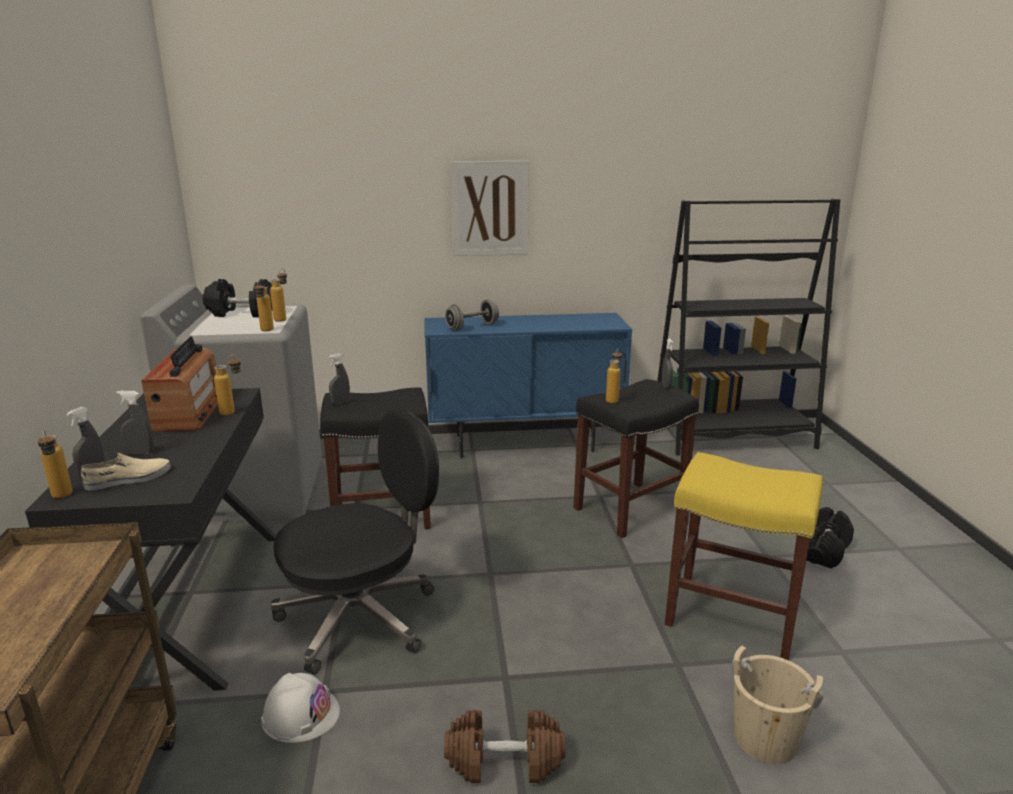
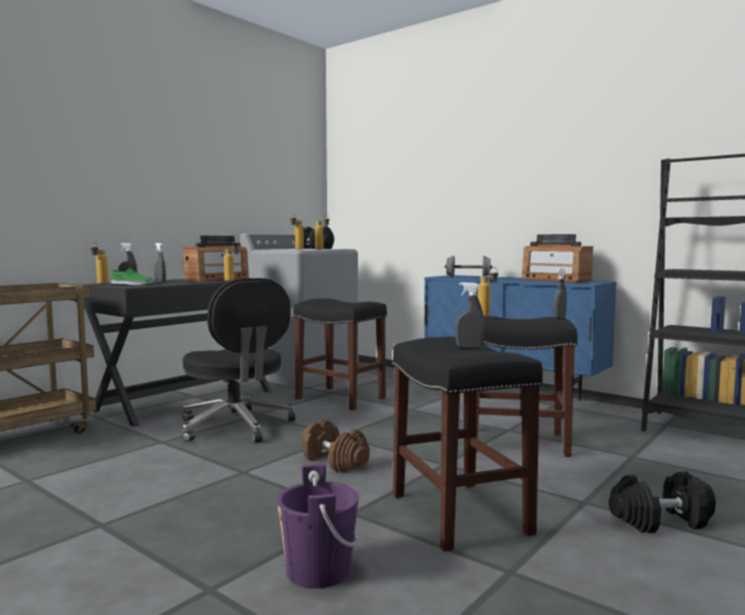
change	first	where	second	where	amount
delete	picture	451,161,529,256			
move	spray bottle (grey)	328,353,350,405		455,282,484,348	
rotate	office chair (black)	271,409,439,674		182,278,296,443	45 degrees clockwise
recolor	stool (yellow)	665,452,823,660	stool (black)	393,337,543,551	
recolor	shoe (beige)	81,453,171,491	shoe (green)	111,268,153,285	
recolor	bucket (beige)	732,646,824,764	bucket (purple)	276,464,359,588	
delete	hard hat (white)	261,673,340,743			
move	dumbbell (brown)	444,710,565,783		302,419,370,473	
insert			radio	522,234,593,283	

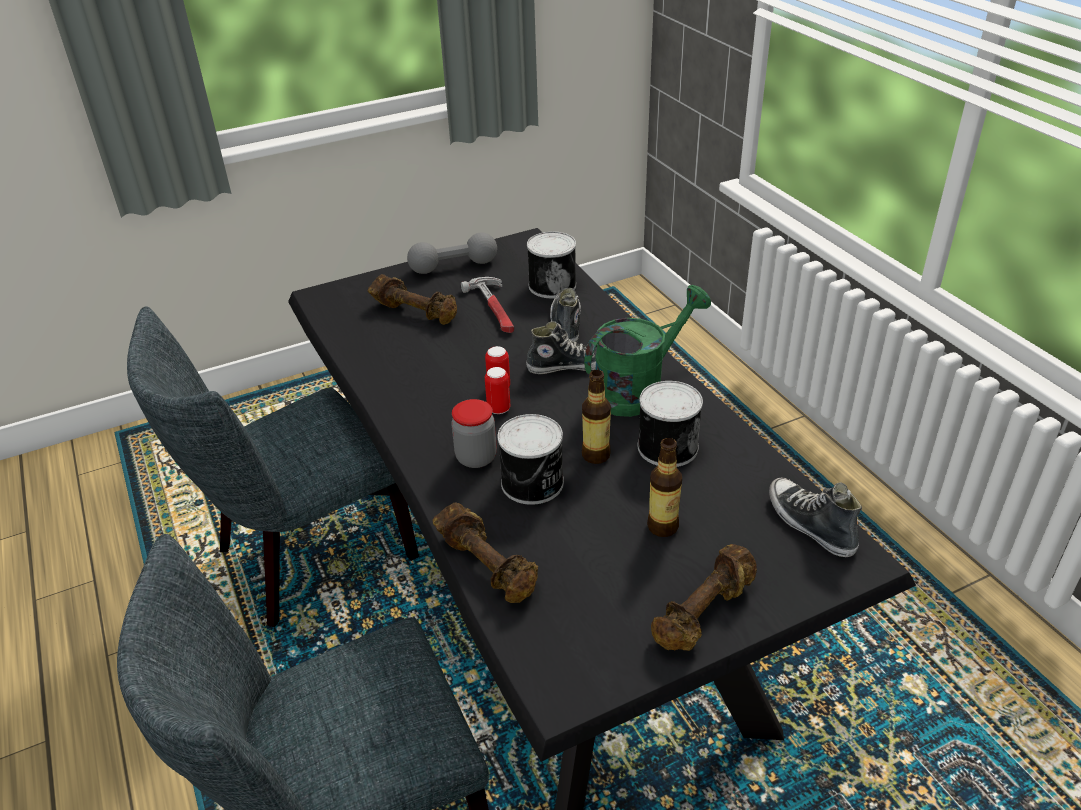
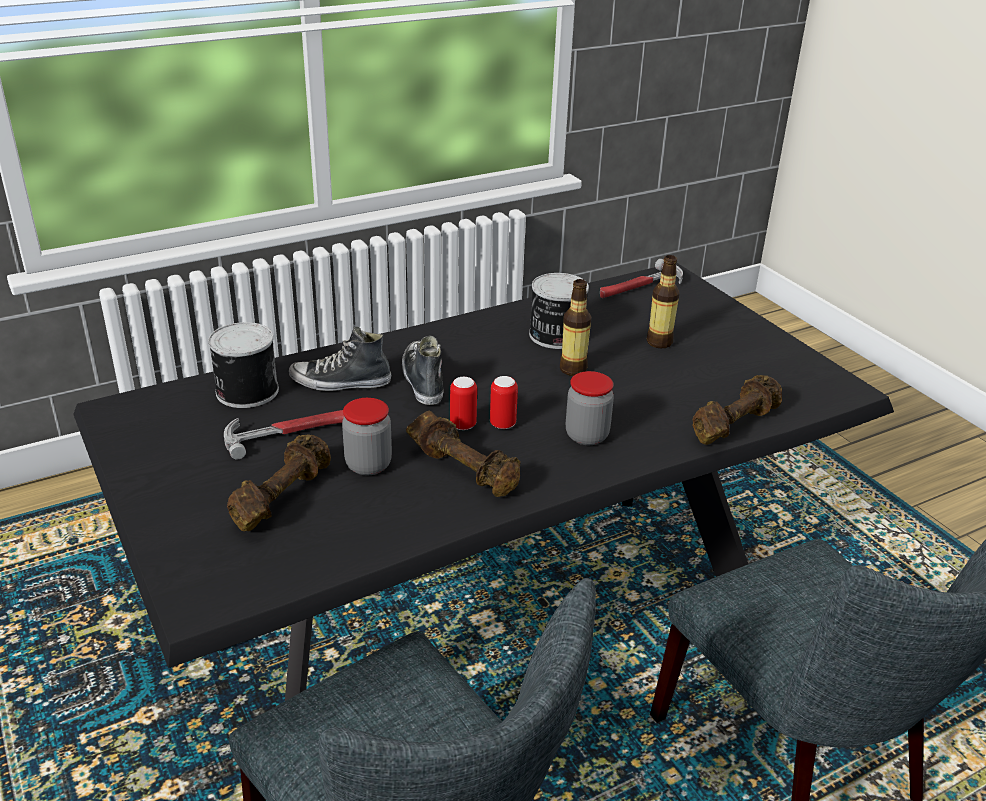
change	first	where	second	where	amount
delete	dumbbell (grey)	407,232,497,274			
delete	watering can (green)	584,285,711,417			
delete	can	498,414,564,505			
replace	shoe	769,478,862,557	hammer	600,259,683,298	
move	dumbbell (brown)	651,544,757,651		406,411,521,497	
insert			jar	342,398,392,475	

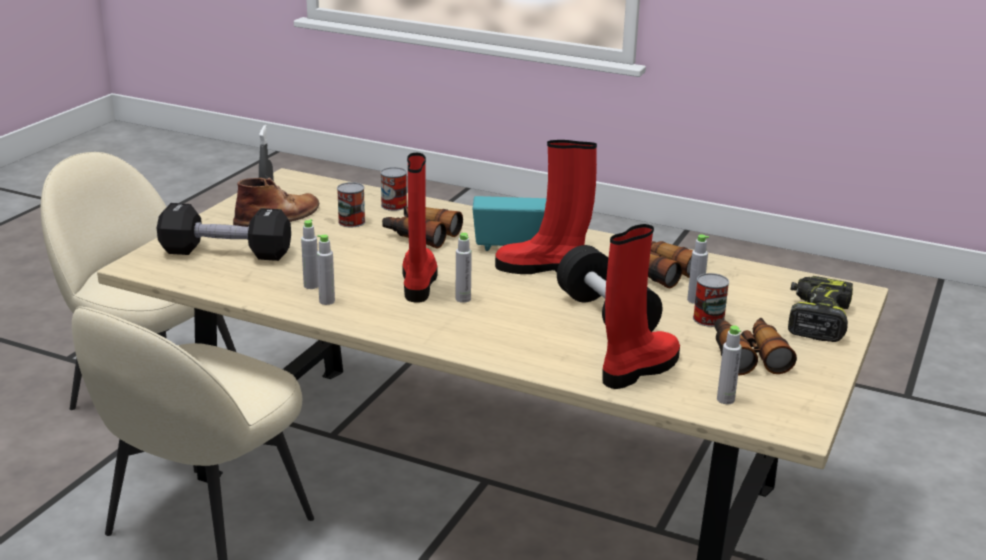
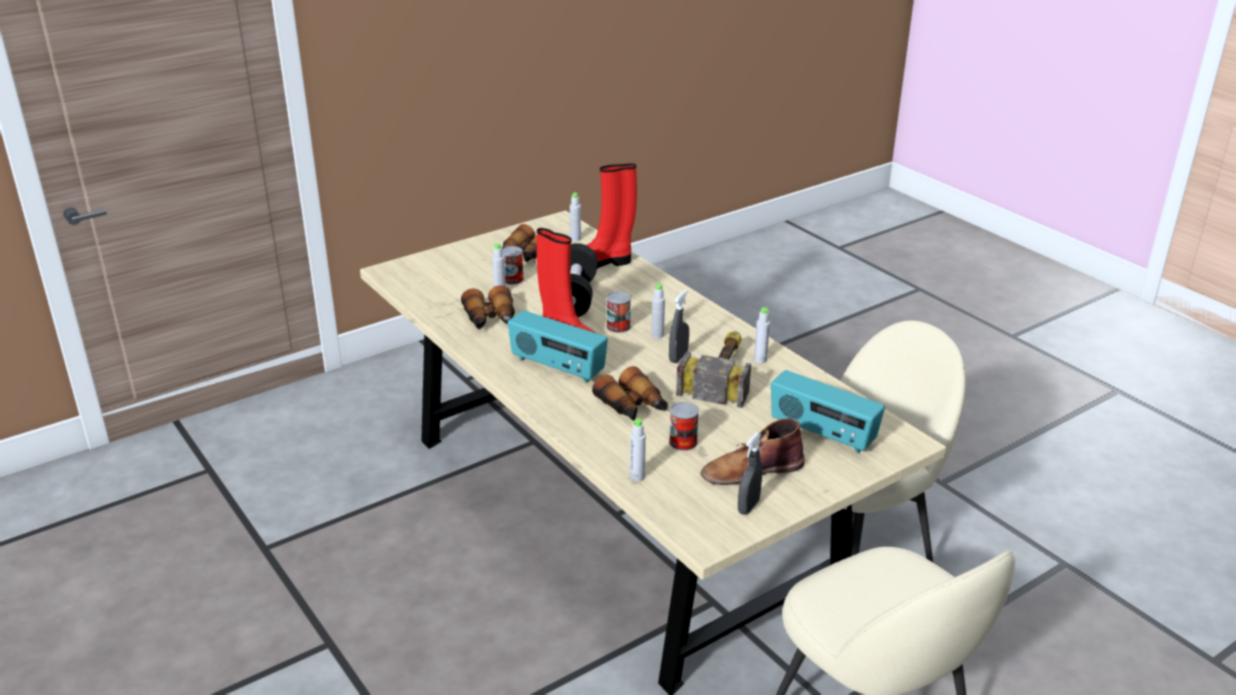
change	first	where	second	where	amount
replace	boot (red)	402,153,437,302	spray bottle (grey)	669,290,689,363	
move	can	380,167,407,211		606,291,631,333	
replace	dumbbell (black)	157,203,291,261	radio	771,370,885,454	
move	bottle (grey)	301,219,318,289		630,419,646,481	
delete	power drill	788,276,853,342			
insert			hammer	676,331,751,408	

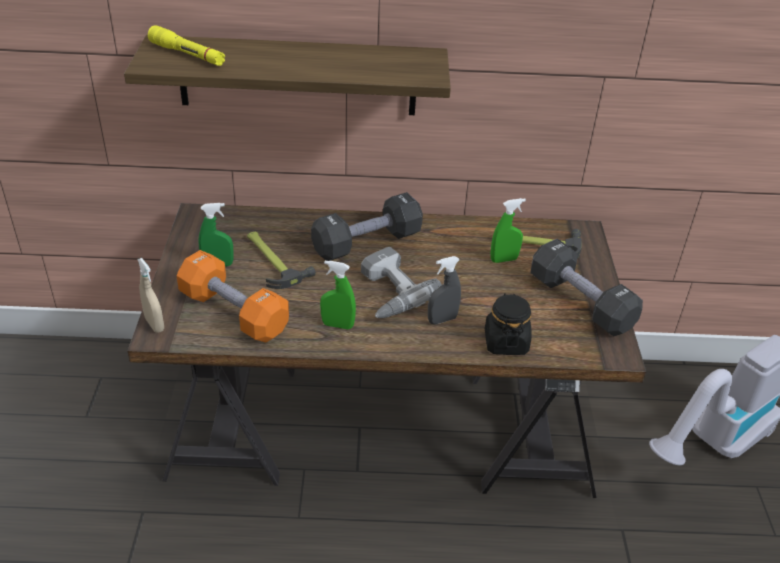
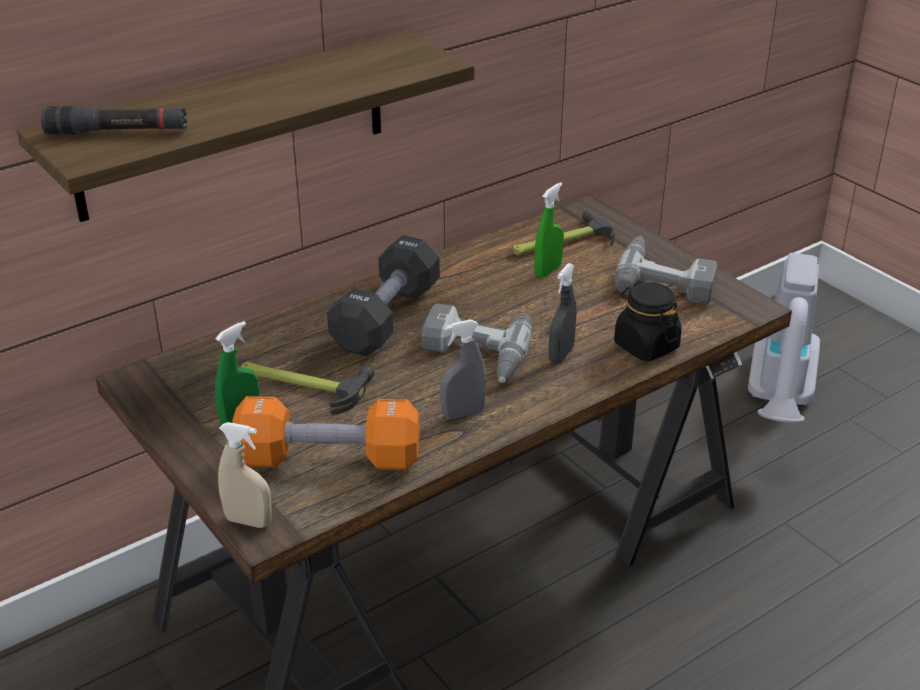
change	first	where	second	where	amount
recolor	flashlight (yellow)	148,25,225,66	flashlight (black)	41,106,187,134	
replace	dumbbell (black)	530,239,643,336	power drill	614,236,718,304	
recolor	spray bottle (green)	320,260,356,329	spray bottle (grey)	440,319,486,419	

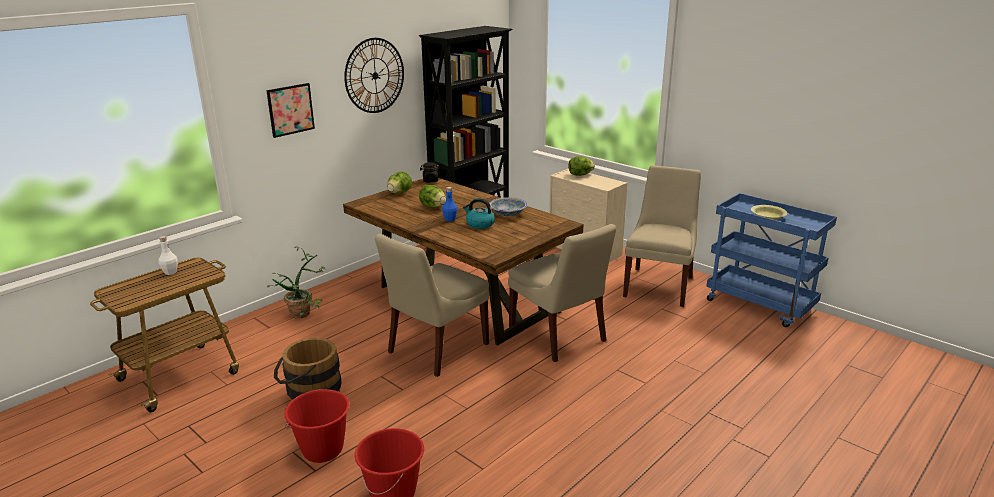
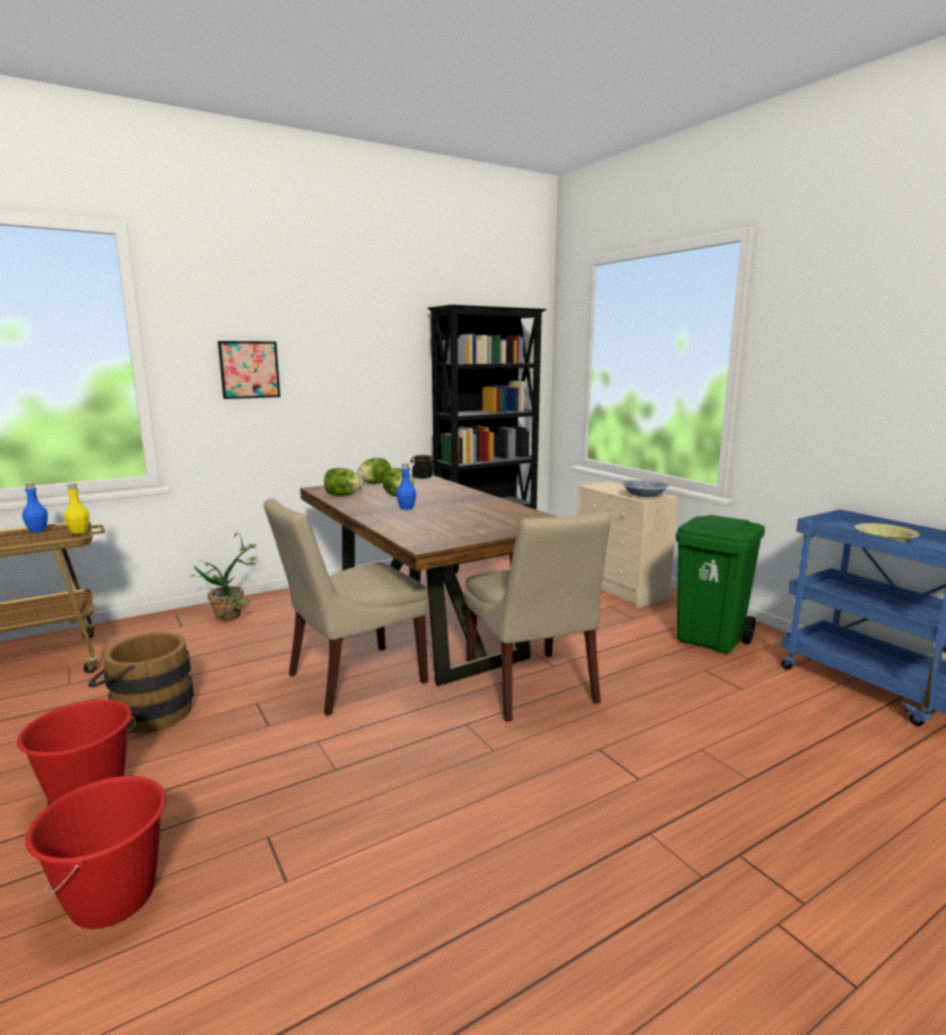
change	first	where	second	where	amount
delete	wall clock	344,38,404,113			
move	lettuce	568,156,595,176		324,468,363,496	
replace	chair (beige)	623,165,701,307	trash can (green)	676,515,765,654	
move	bowl	489,197,528,216		622,480,669,497	
delete	kettle	463,198,495,229			
recolor	bottle (white)	158,236,178,275	bottle (blue)	22,483,48,532	
insert			bottle (yellow)	64,483,90,534	

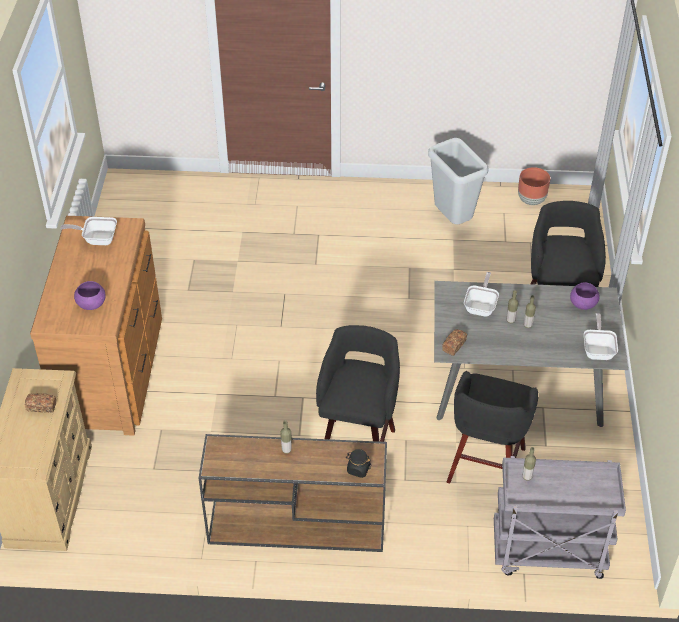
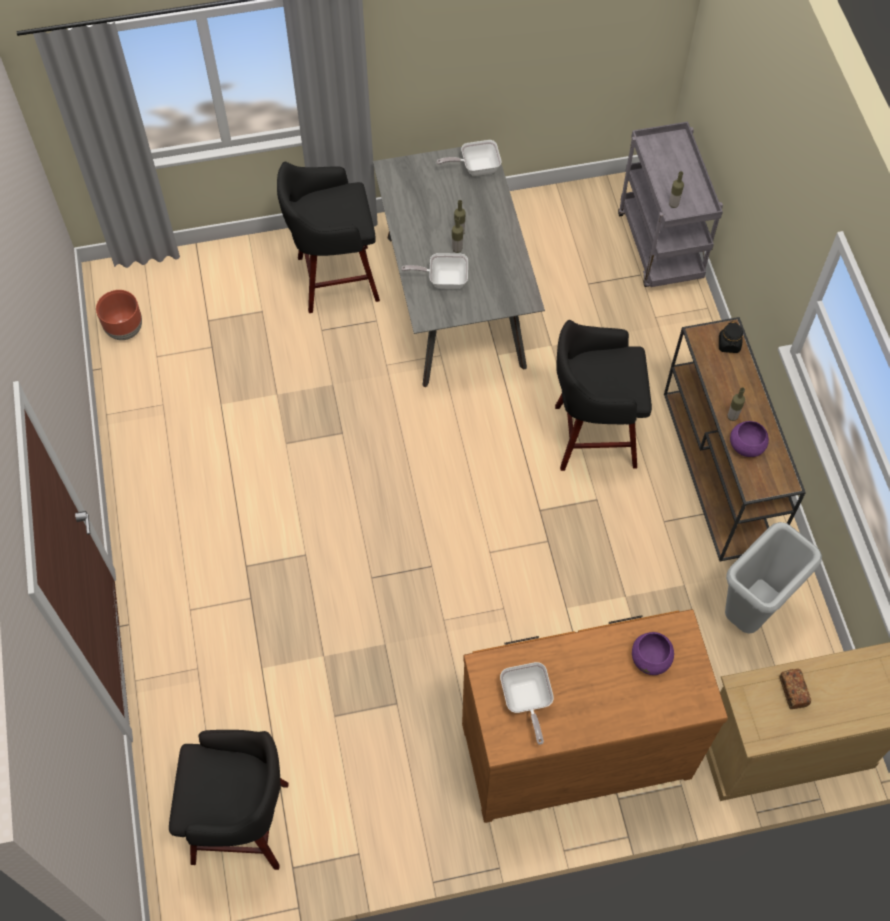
change	first	where	second	where	amount
move	trash can (grey)	428,138,489,224		725,522,822,634	
move	bowl (purple)	570,282,600,310		730,421,769,457	
delete	bread	442,329,467,356			
move	stool (black)	447,371,538,483		169,730,289,870	

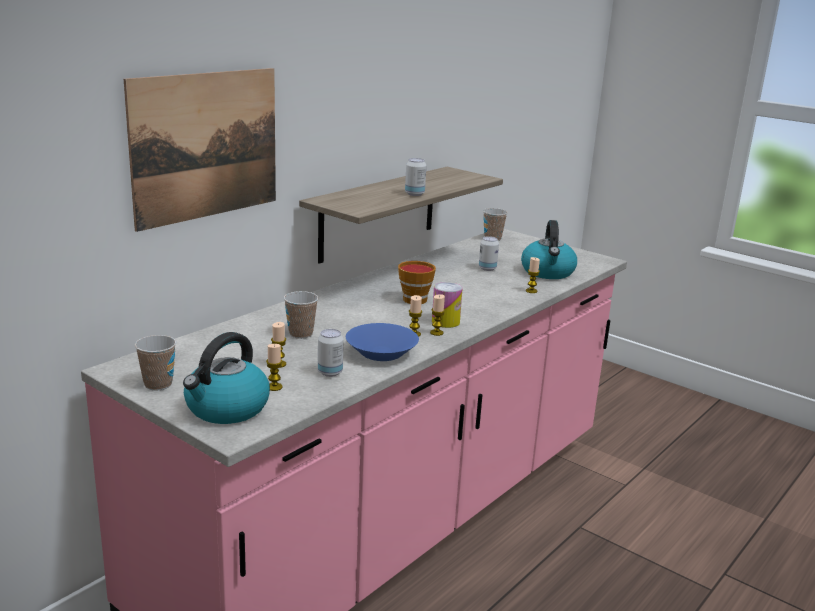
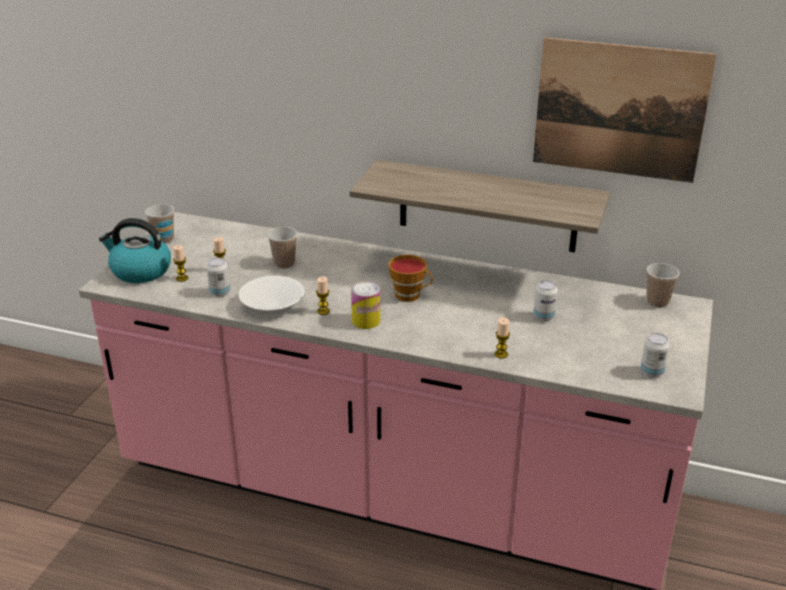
change	first	where	second	where	amount
move	picture	124,68,276,232		533,37,717,183	
move	can	405,158,426,196		641,333,670,377	
delete	kettle	521,220,577,279			
delete	candle	430,294,445,336			
recolor	bowl (blue)	346,323,419,361	bowl (white)	238,276,305,315	

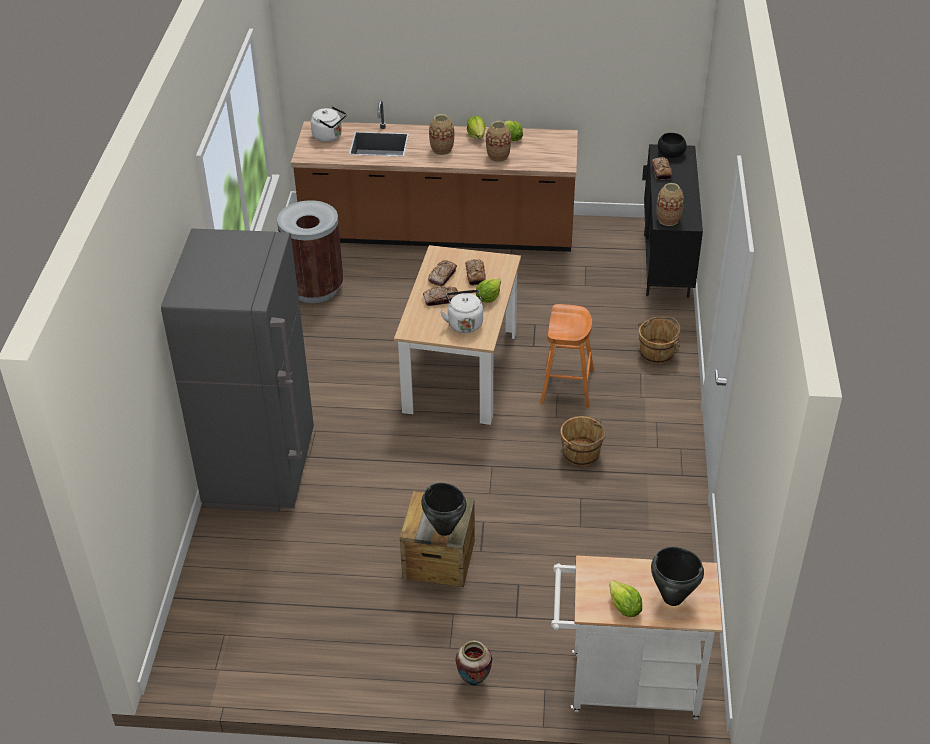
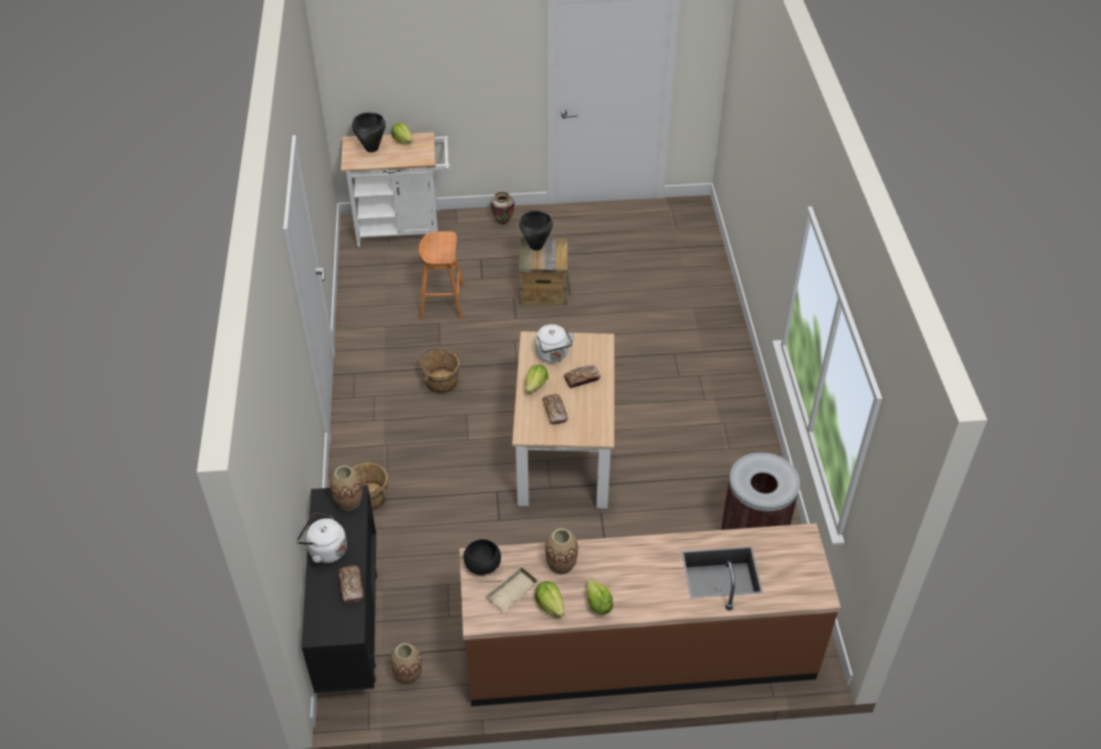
change	first	where	second	where	amount
move	kettle (white)	311,106,346,142		297,513,347,564	
move	vase	429,114,454,155		390,643,422,685	
move	bowl (black)	658,133,687,158		464,539,501,575	
delete	fridge (grey)	161,228,314,512			
delete	bread	428,260,457,286			
move	stool (orange)	540,304,594,408		419,231,464,320	
insert			tray (beige)	485,565,539,612	

